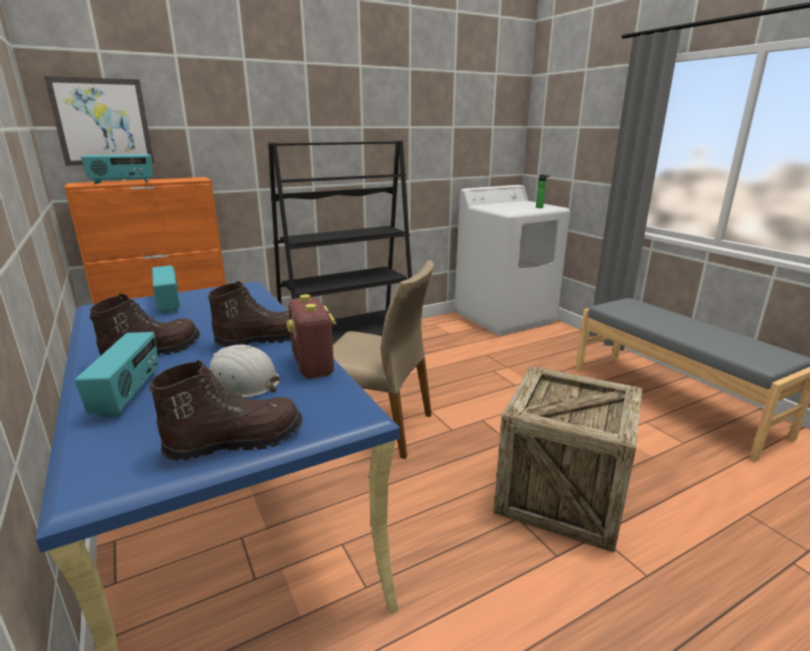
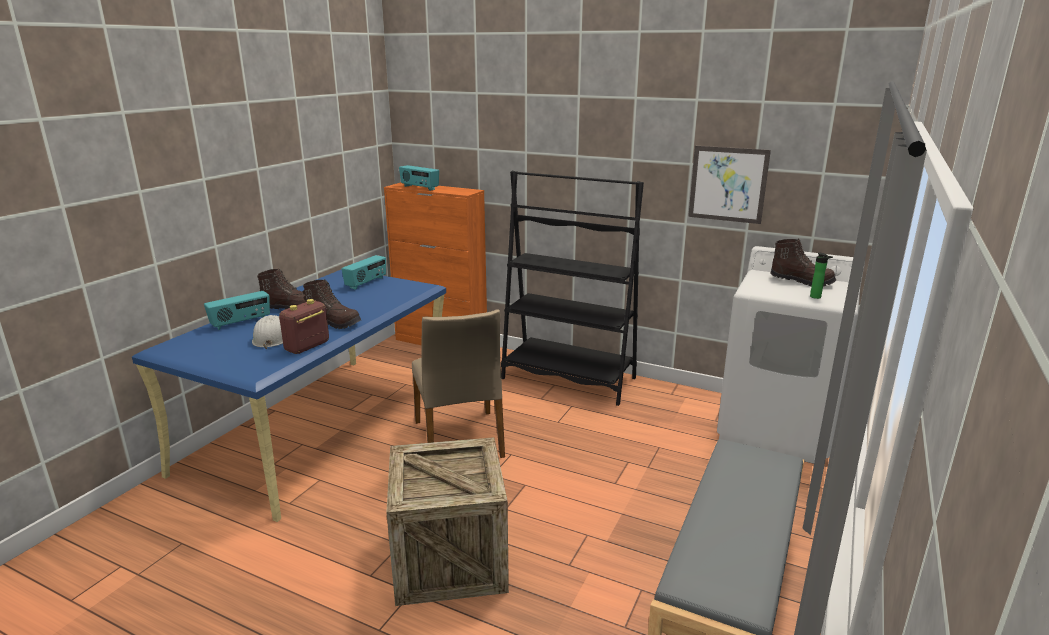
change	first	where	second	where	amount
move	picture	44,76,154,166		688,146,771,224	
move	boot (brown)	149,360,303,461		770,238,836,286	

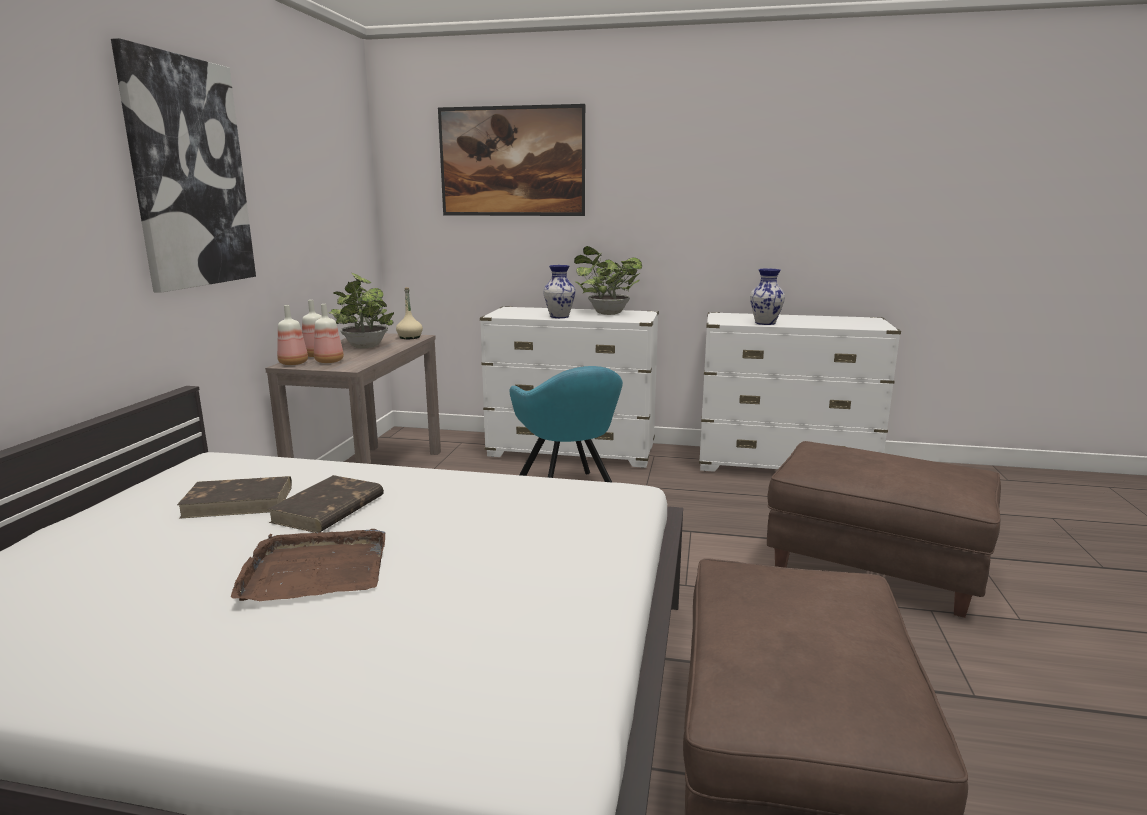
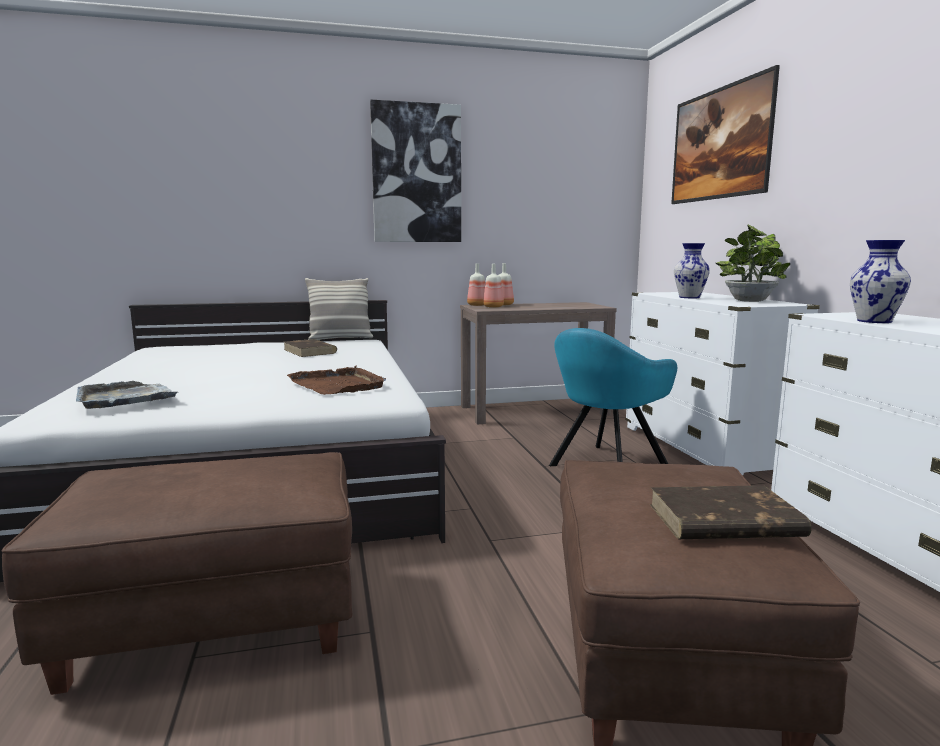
change	first	where	second	where	amount
delete	potted plant	329,273,394,348			
delete	bottle (beige)	396,287,423,339			
move	book (brown)	268,475,384,533		650,485,811,539	
move	tray (brown)	231,529,385,601		287,366,386,395	
insert			pillow	305,278,373,340	
insert			tray (grey)	76,381,178,409	

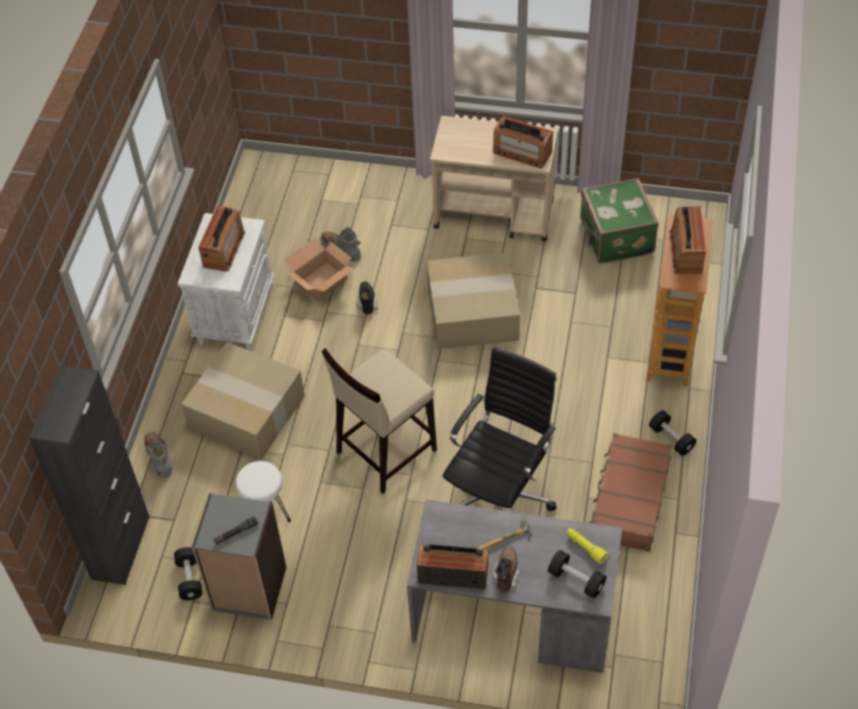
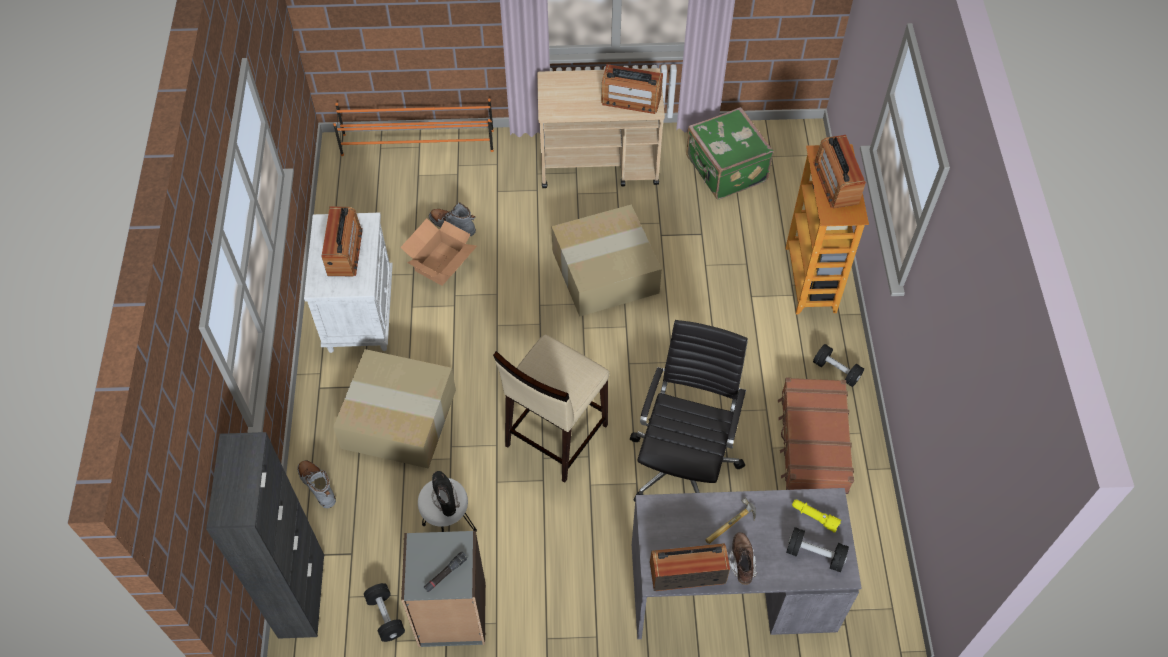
change	first	where	second	where	amount
move	boot (black)	357,281,378,314		432,471,460,516	
insert			shoe rack (orange)	333,99,494,156	

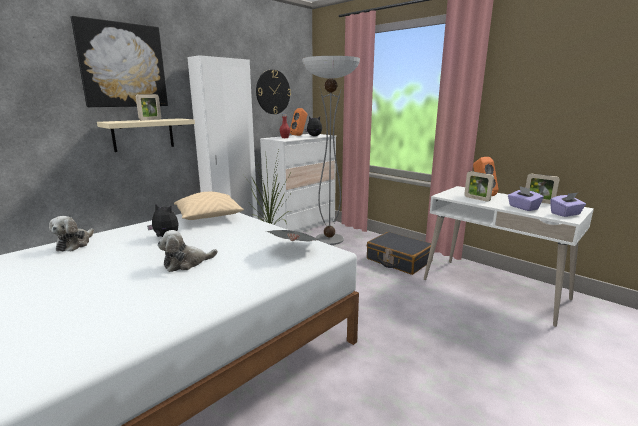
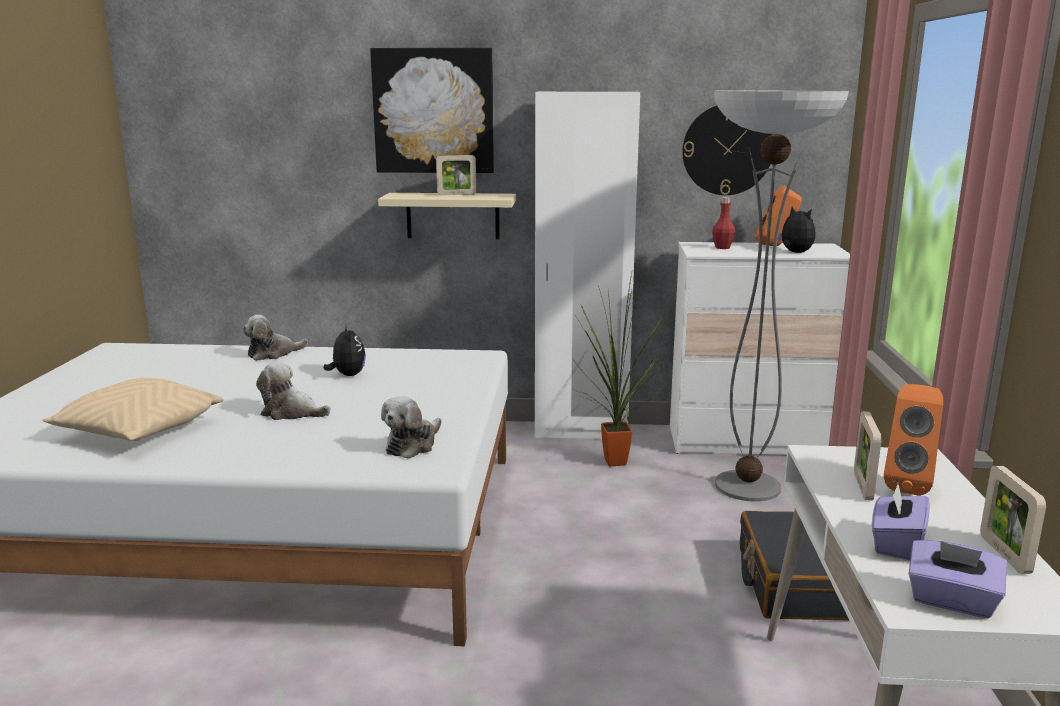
change	first	where	second	where	amount
move	pillow (beige)	174,192,244,220		43,378,224,441	
replace	newspaper	266,230,318,242	plush toy	381,396,441,459	

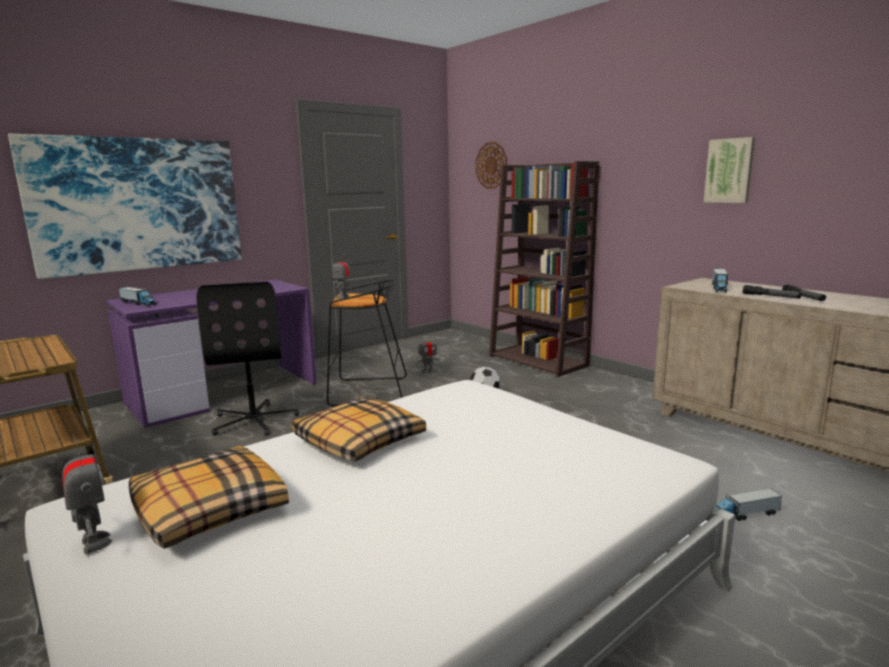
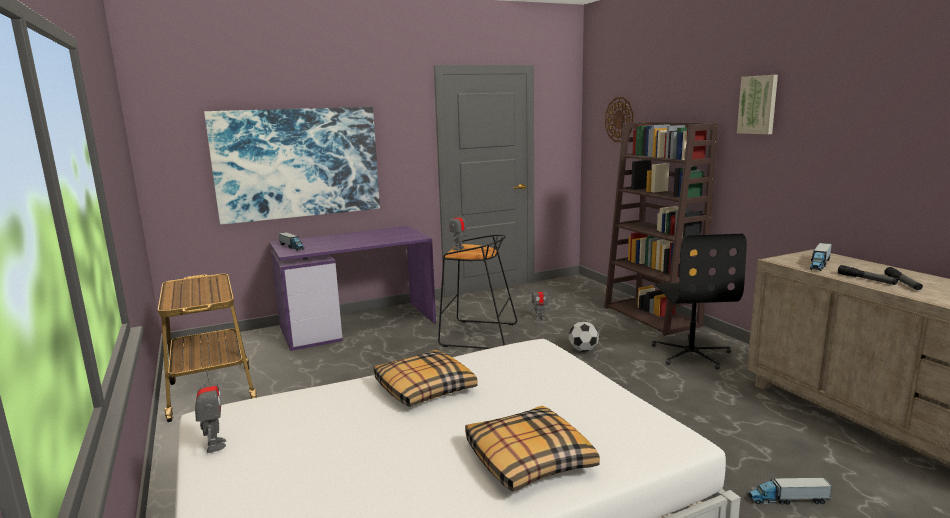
change	first	where	second	where	amount
move	picture	704,137,755,203		737,75,778,134	
move	office chair (black)	196,282,299,436		652,234,747,370	
move	pillow	129,446,289,549		465,406,600,492	

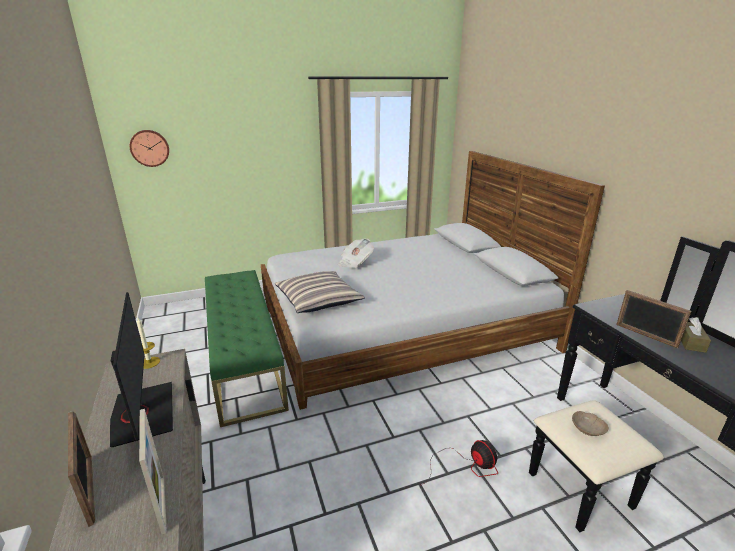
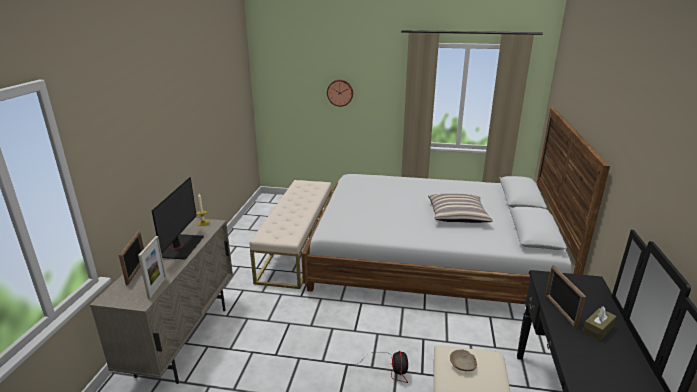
change	first	where	second	where	amount
move	wall clock	130,130,169,167		327,80,353,107	
delete	newspaper	338,238,374,268			
recolor	bench (green)	205,270,289,427	bench (beige)	249,180,332,289	
move	pillow	275,271,365,313		428,193,493,223	

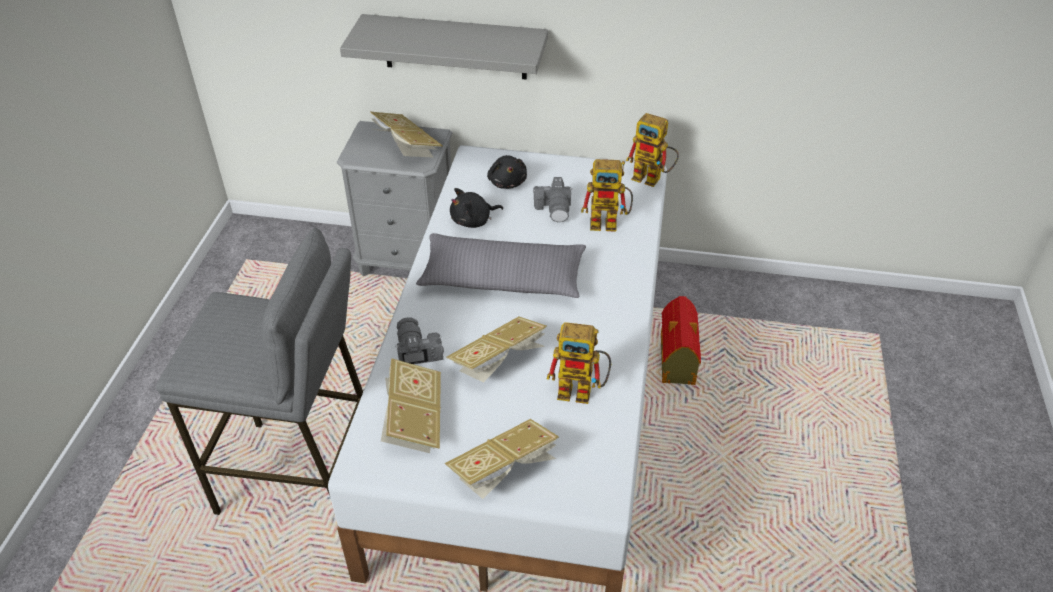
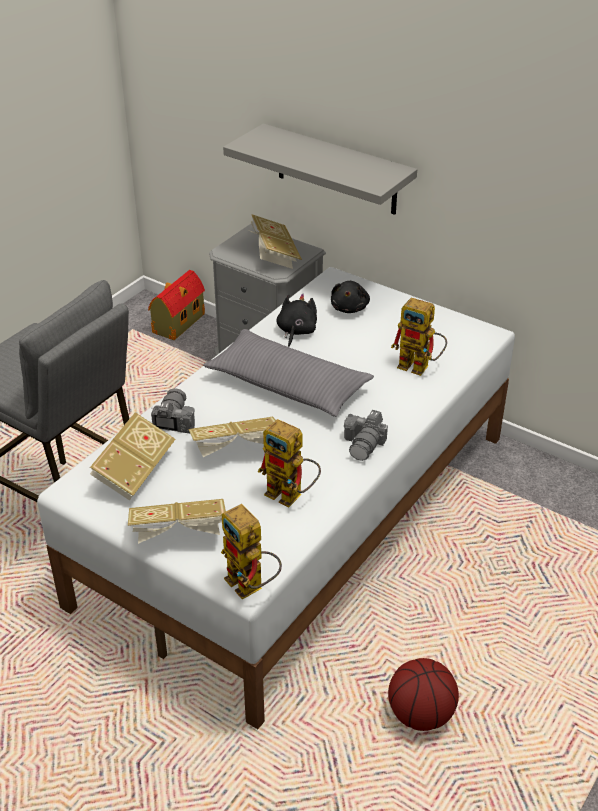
change	first	where	second	where	amount
move	toy robot	626,113,679,187		221,504,282,599	
move	photo camera	533,177,572,222		344,410,388,461	
rotate	plush toy (black)	450,188,503,228		276,293,317,347	105 degrees clockwise
move	toy house	661,296,701,385		148,270,205,340	
insert			basketball	388,658,459,731	

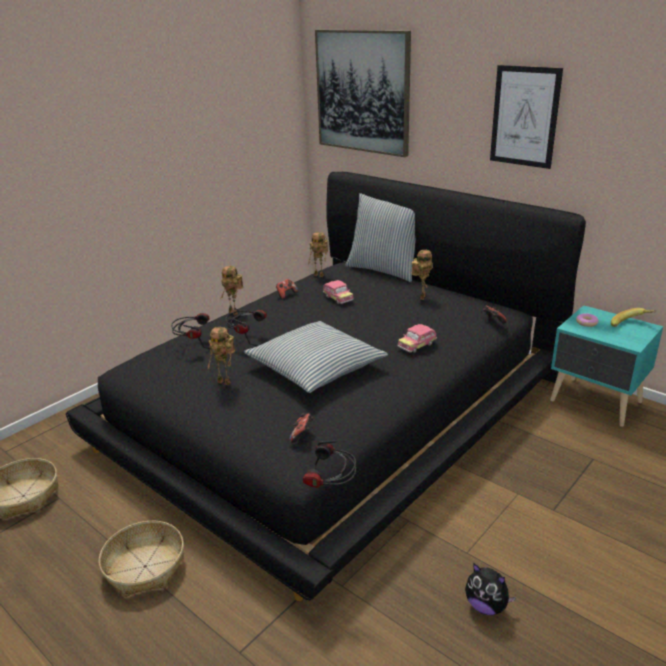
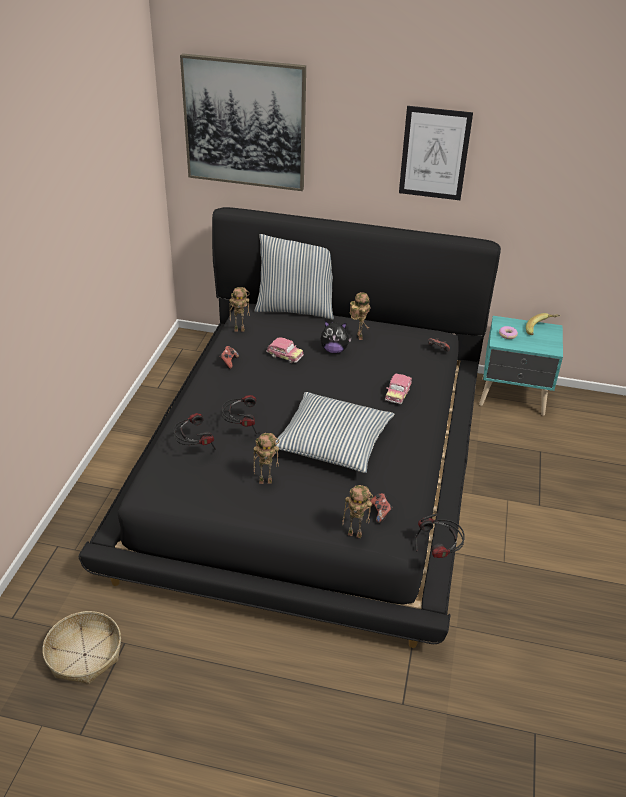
change	first	where	second	where	amount
move	toy robot	221,266,243,315		342,485,373,538	
delete	basket	99,521,184,597			
move	plush toy	465,563,516,615		321,321,352,353	

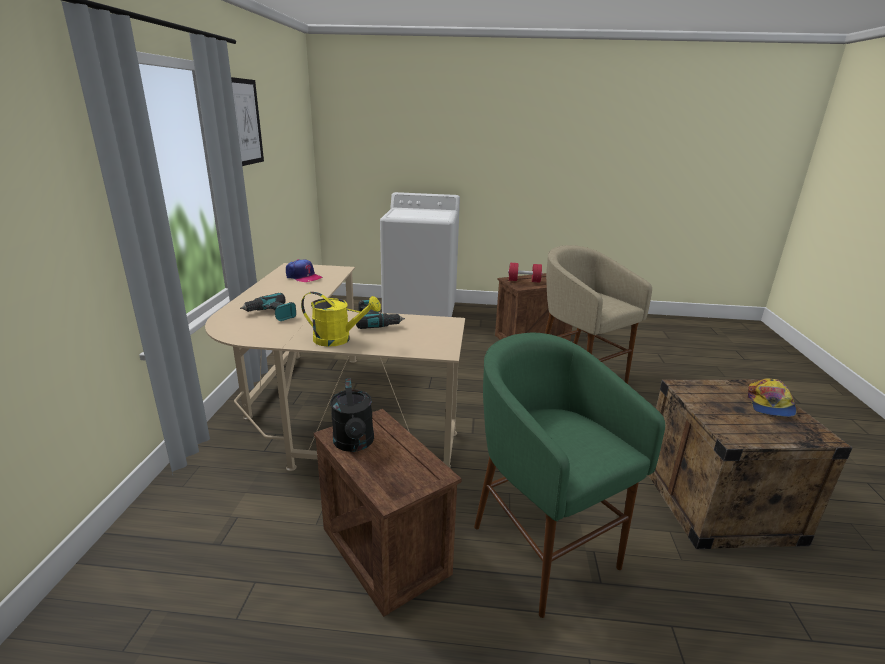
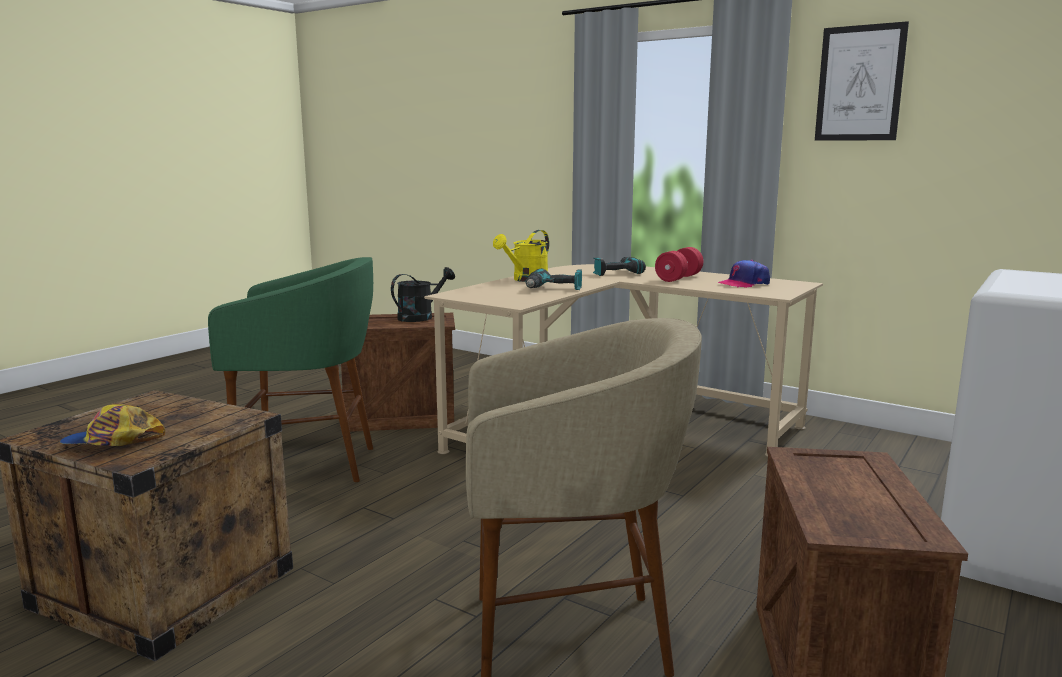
change	first	where	second	where	amount
move	dumbbell (red)	508,263,543,283		655,247,703,282	
rotate	watering can (black)	330,378,374,452		391,267,455,322	120 degrees clockwise
rotate	cap	748,378,796,417		60,404,165,446	45 degrees counterclockwise

